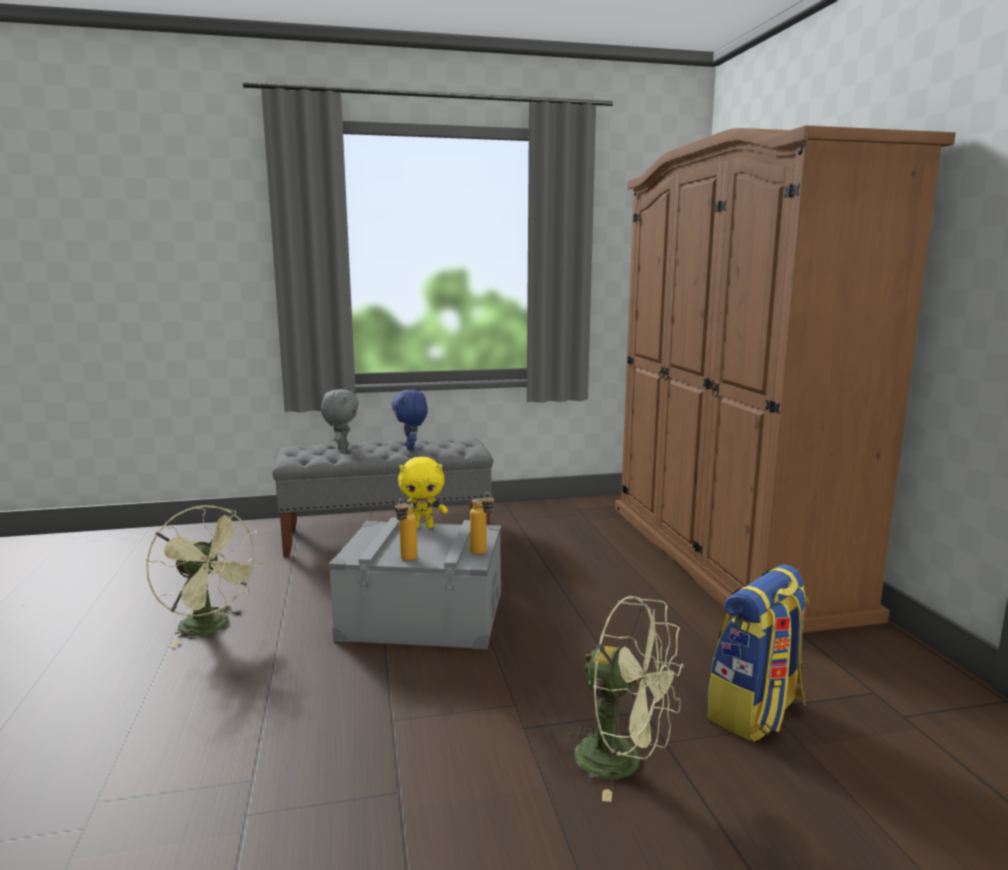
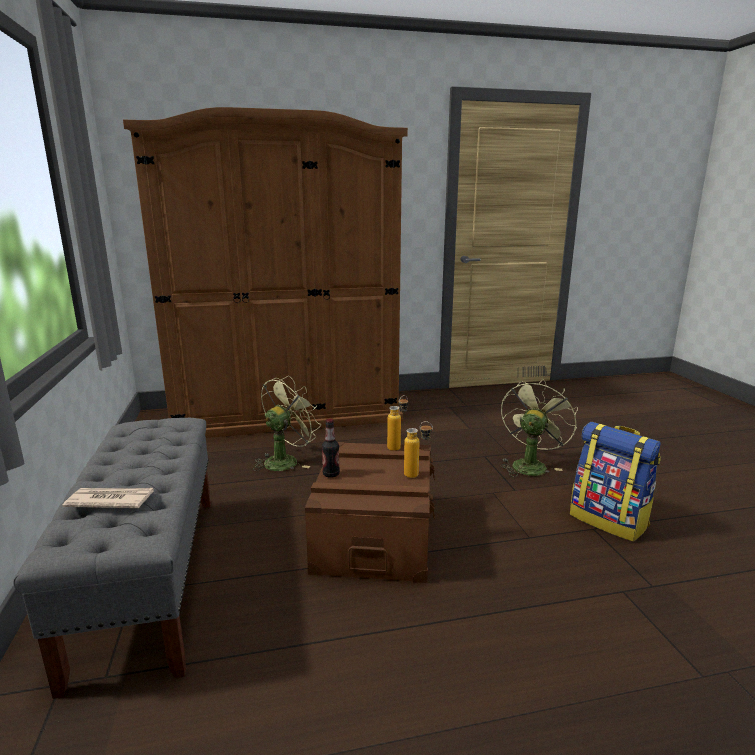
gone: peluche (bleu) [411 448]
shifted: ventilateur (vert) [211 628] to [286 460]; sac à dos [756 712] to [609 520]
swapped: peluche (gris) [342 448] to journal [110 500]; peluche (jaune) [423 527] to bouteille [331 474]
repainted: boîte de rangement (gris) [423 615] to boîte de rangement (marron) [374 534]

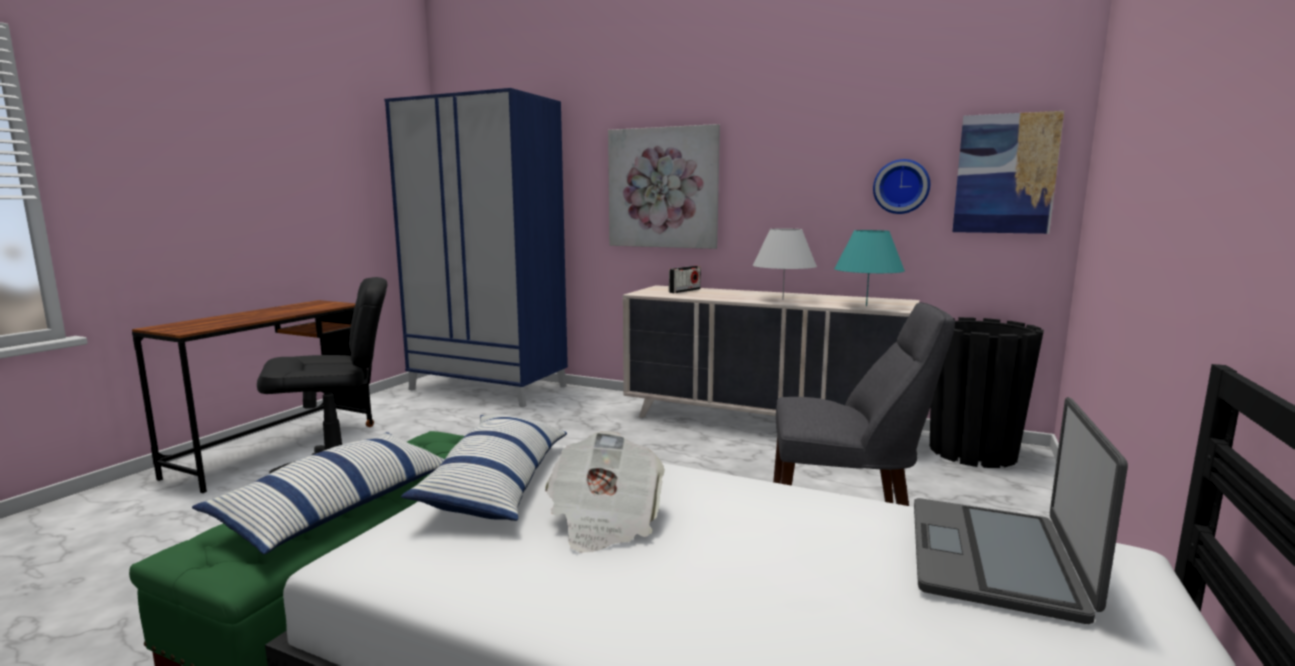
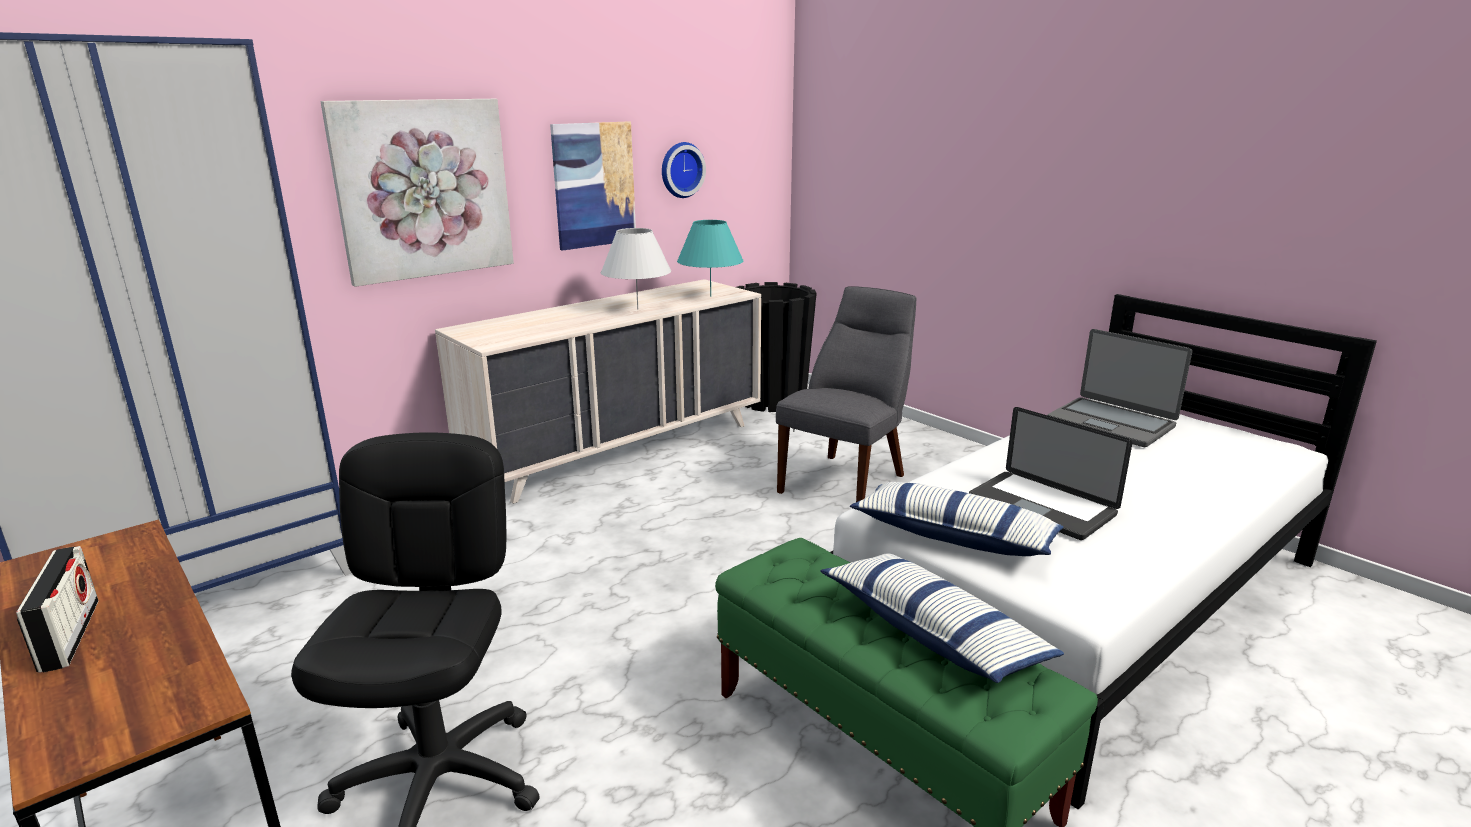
shifted: radio [684 291] to [70 635]; tableau [1005 174] to [594 185]
swapped: journal [604 520] to ordinateur portable [1041 506]

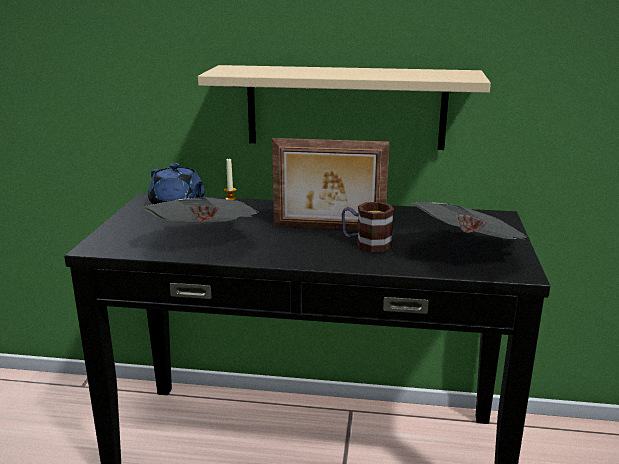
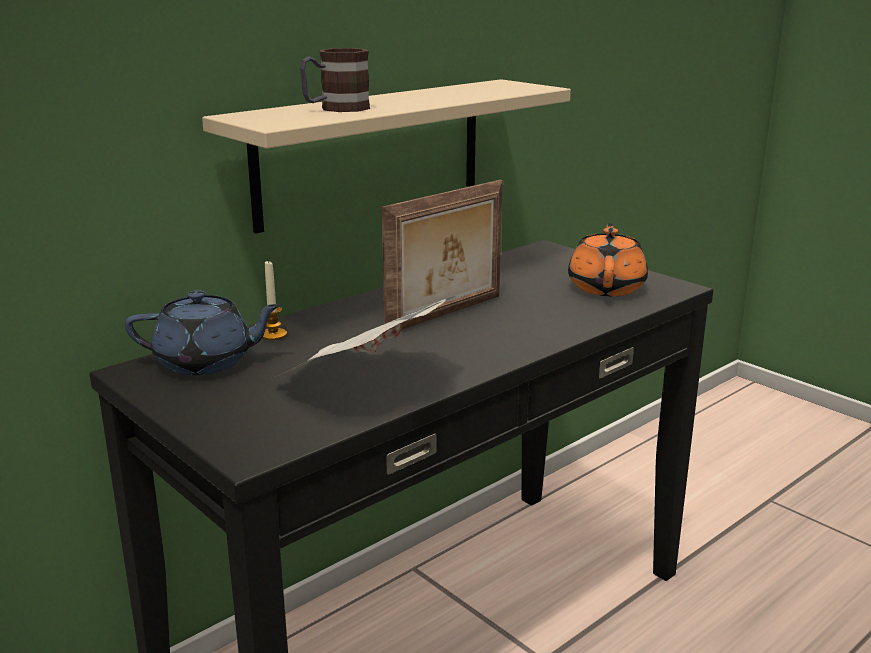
shifted: mug [366 244] to [335 109]
swapped: journal [468 252] to théière (orange) [606 287]

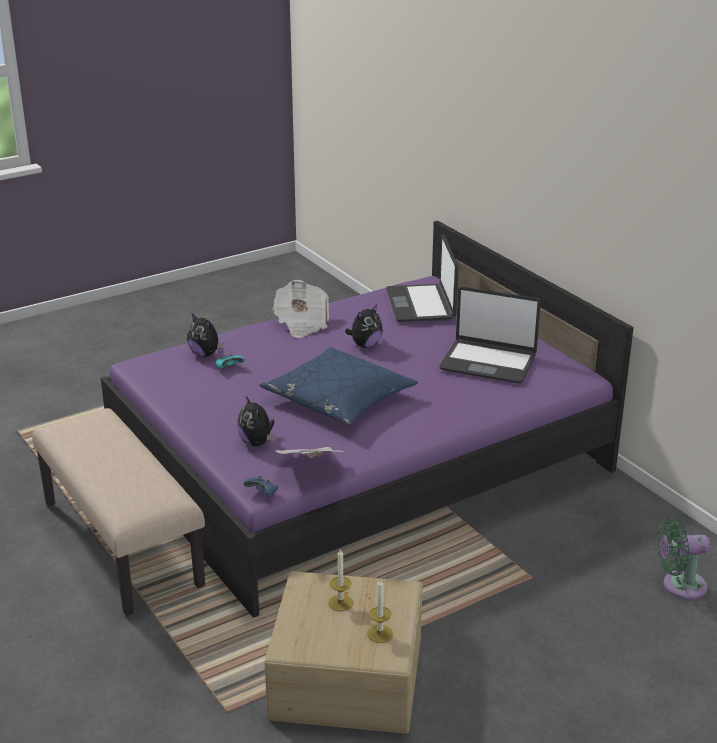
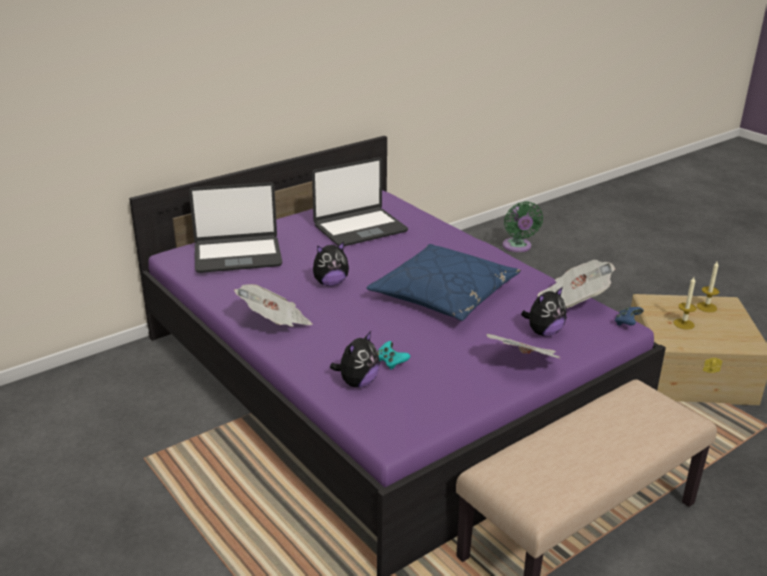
new: journal [525 363]
rotated: peluche [365 345] = [330 283] 120 degrees clockwise; ordinateur portable [488 362] = [359 228] 45 degrees clockwise

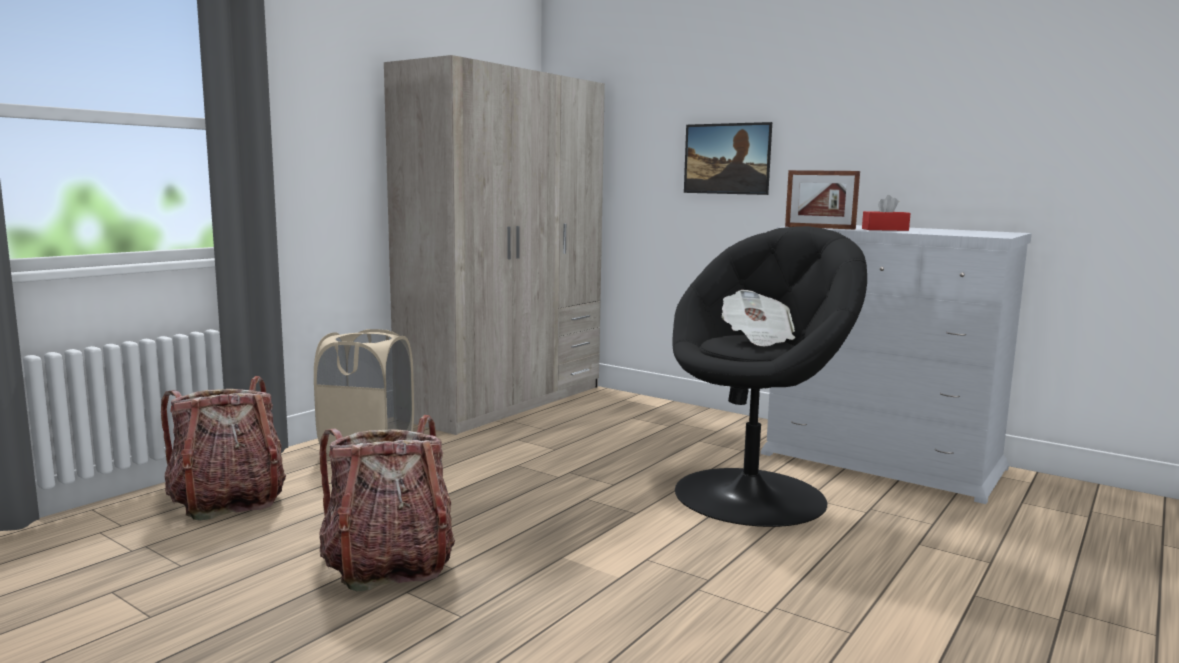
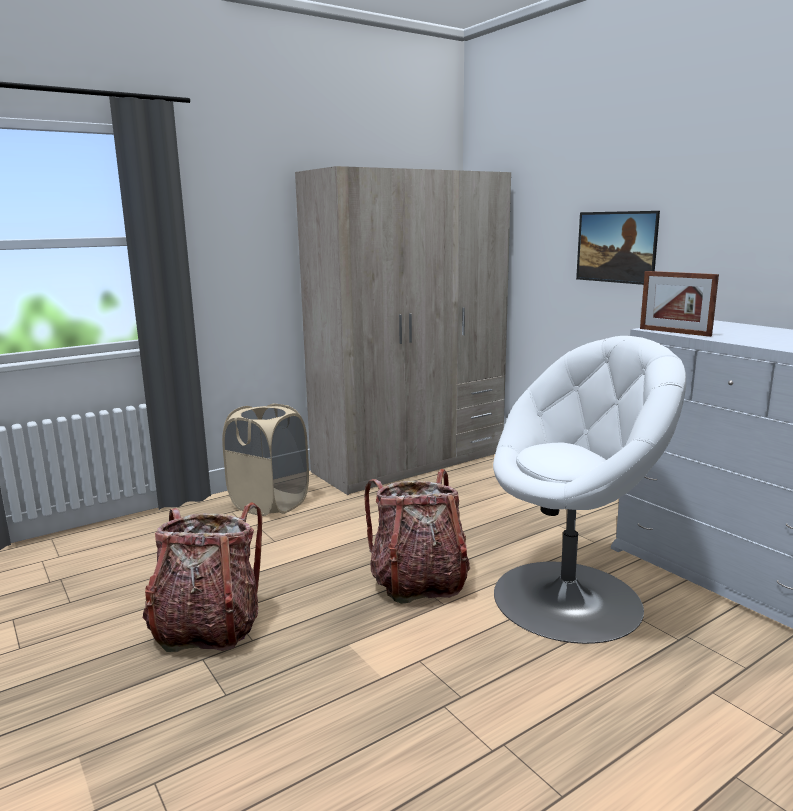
gone: journal [757 338]; boîte à mouchoirs (rouge) [885 229]
shifted: sac à dos [228 501] to [418 582]
repainted: fauteuil (noir) [752 495] to fauteuil (blanc) [569 598]

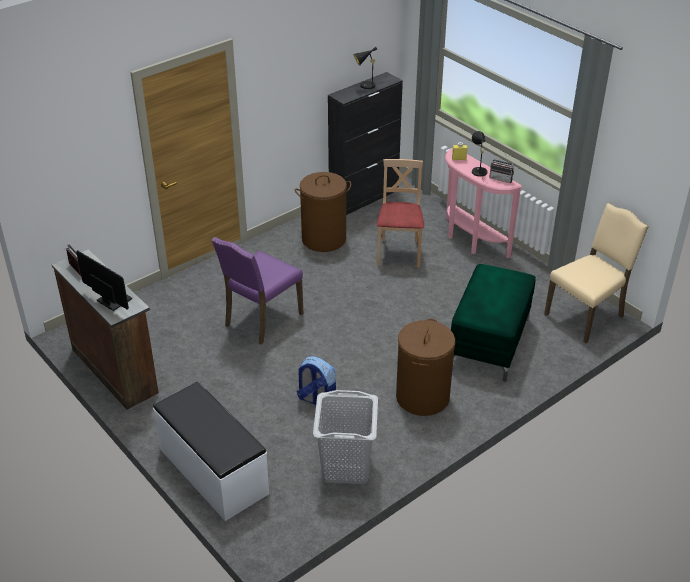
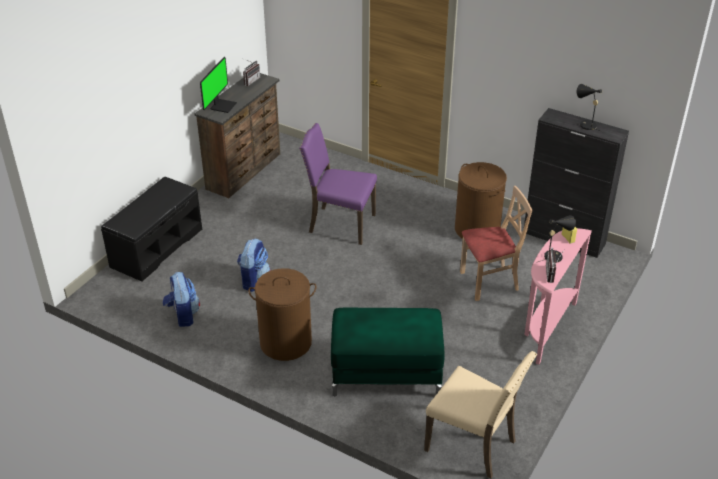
swapped: panier à linge (gris) [345 467] to sac à dos [183 315]
repainted: banc (blanc) [212 471] to banc (noir) [156 247]

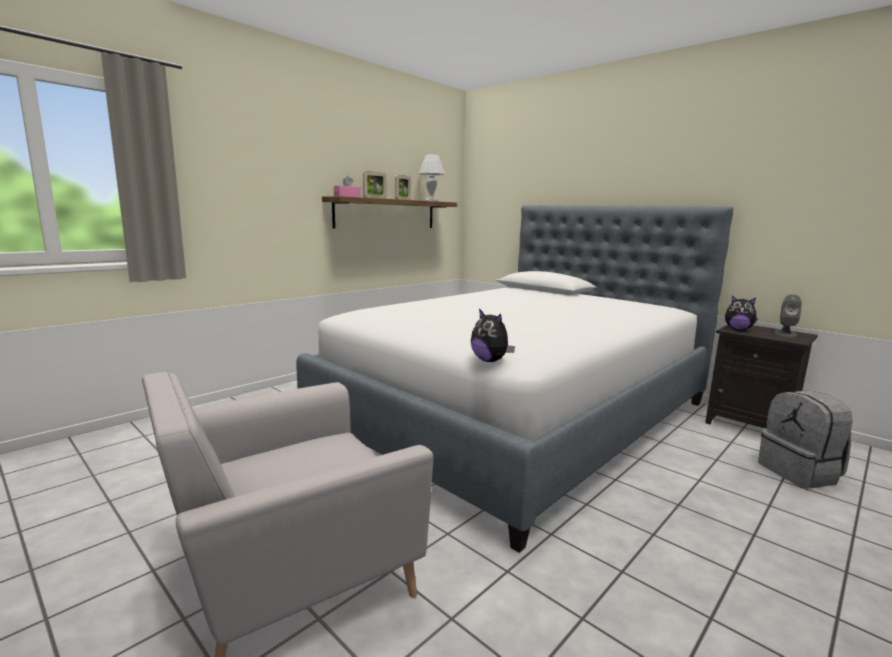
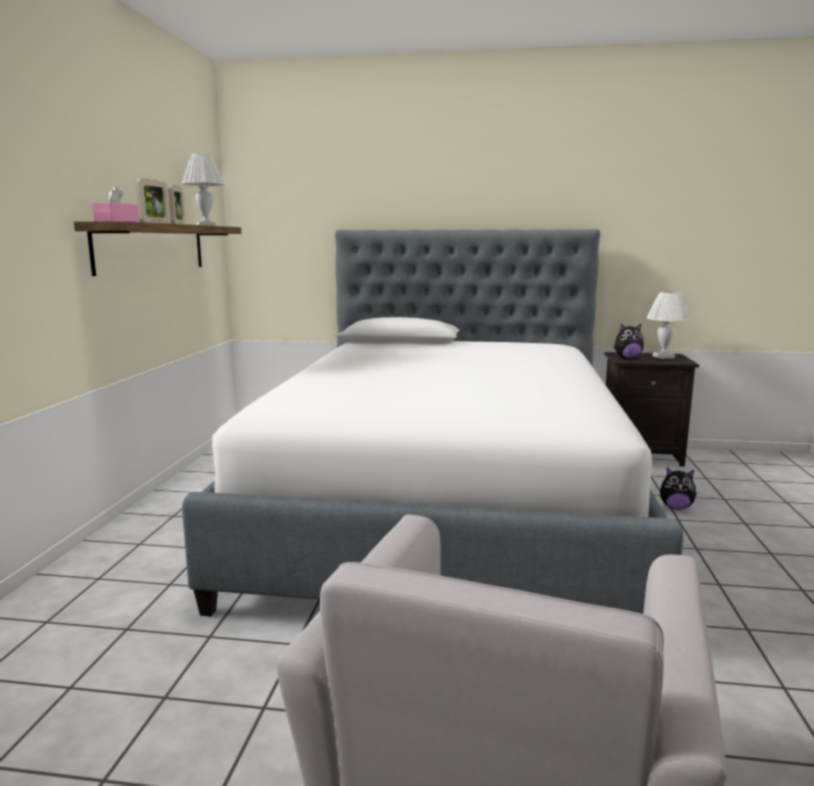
gone: sac à dos (gris) [800 473]
shifted: peluche [490 360] to [676 507]
swapped: enceinte (gris) [785 334] to lampe de table (blanc) [664 357]

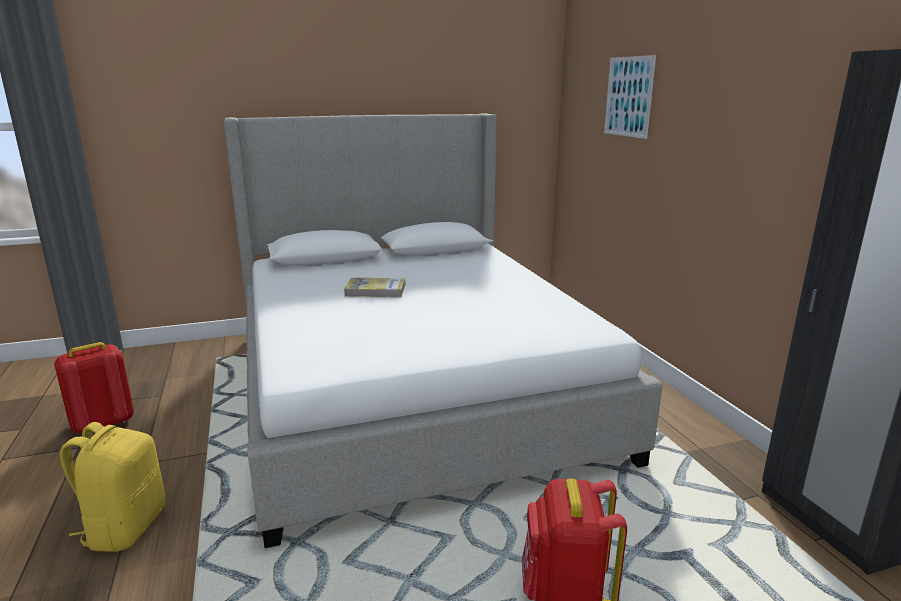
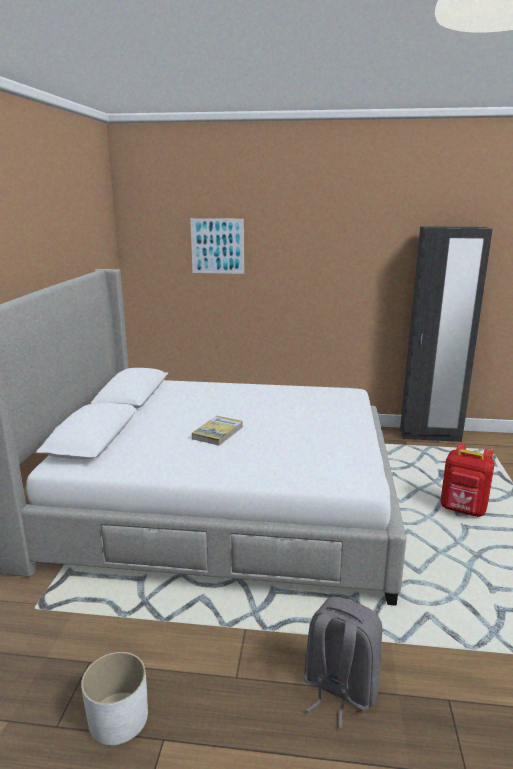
swapped: sac à dos (rouge) [102 423] to cache-pot (blanc) [119 718]
repainted: sac à dos (jaune) [125 527] to sac à dos (gris) [339 689]

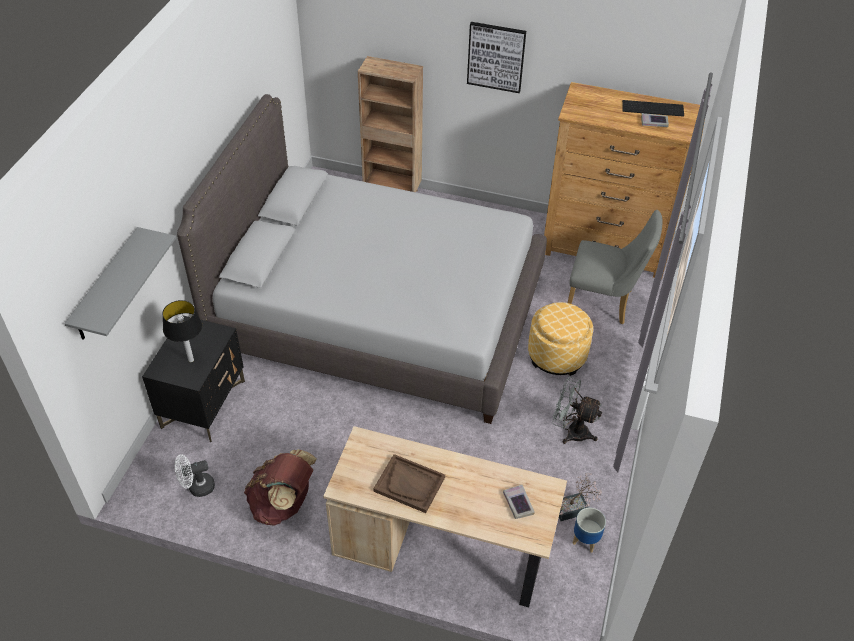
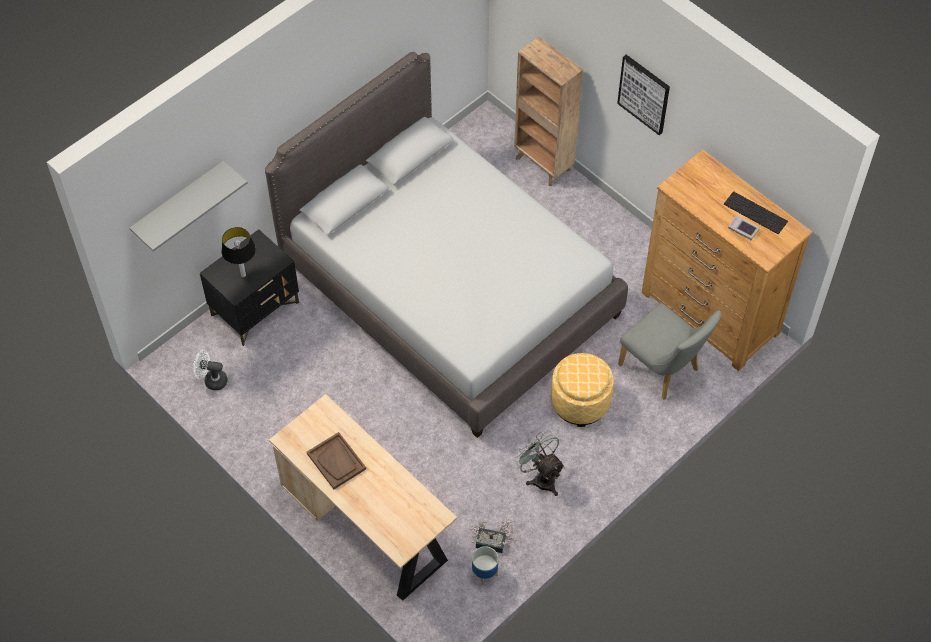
gone: sac à dos (marron) [283 504]; livre [518 503]

